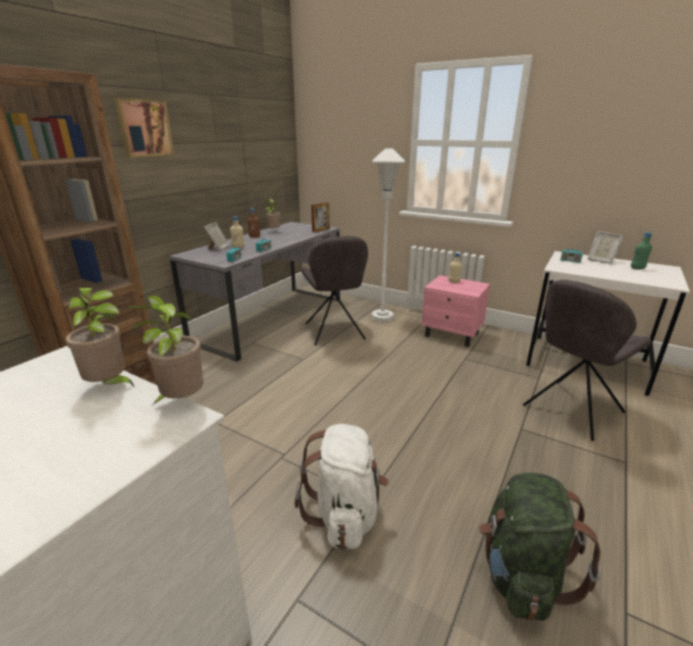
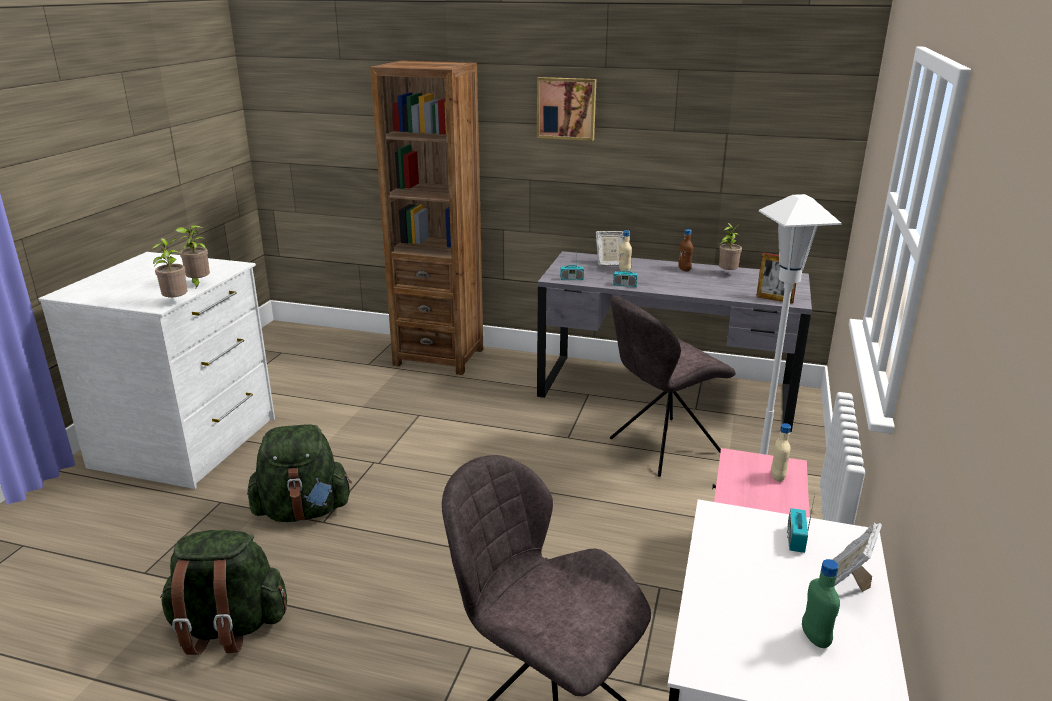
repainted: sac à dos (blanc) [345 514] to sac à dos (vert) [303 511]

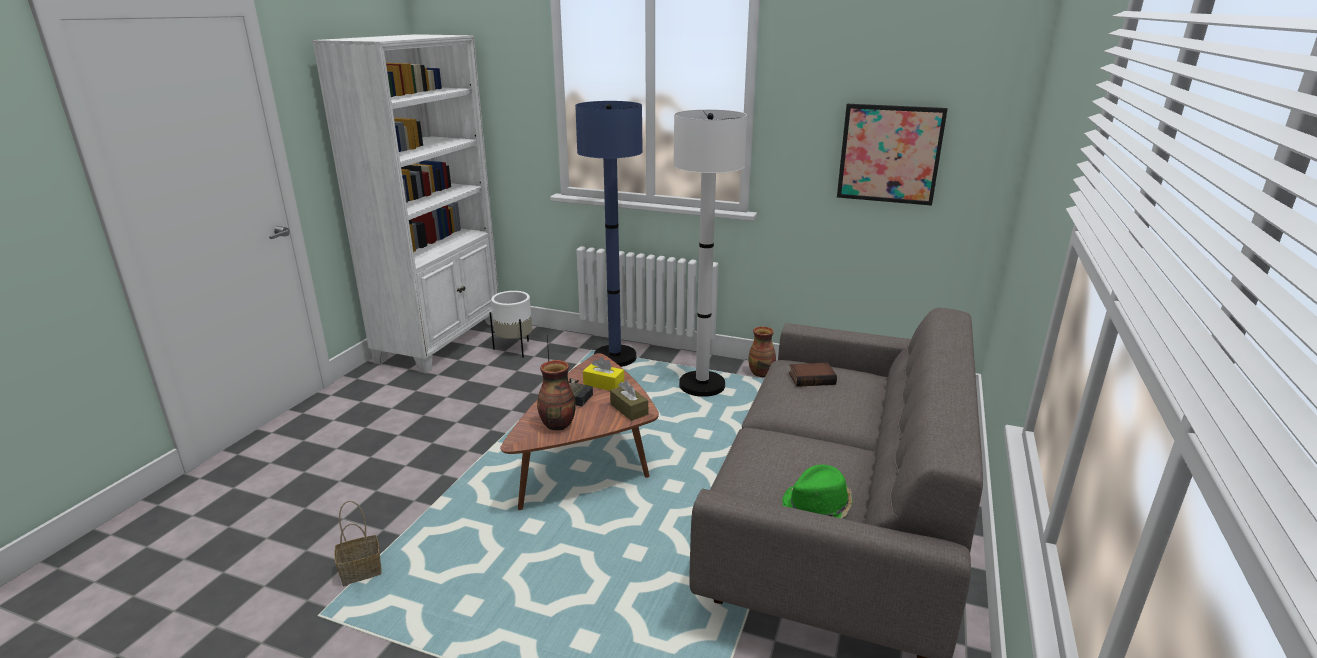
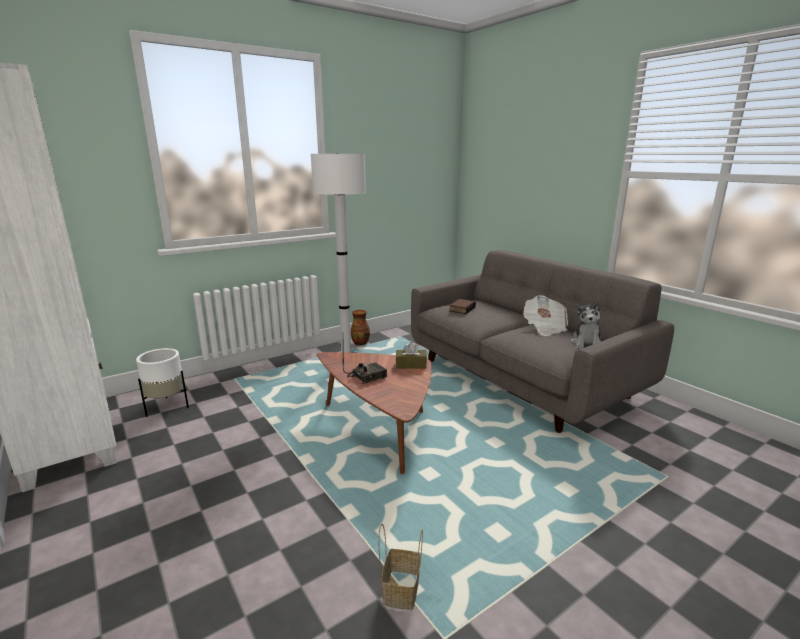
gone: vase [558 425]; lampadaire (bleu) [615 358]; boîte à mouchoirs (jaune) [603 384]; tableau [889 154]
new: journal [544 327]
swapped: chapeau (vert) [817 507] to peluche [586 344]

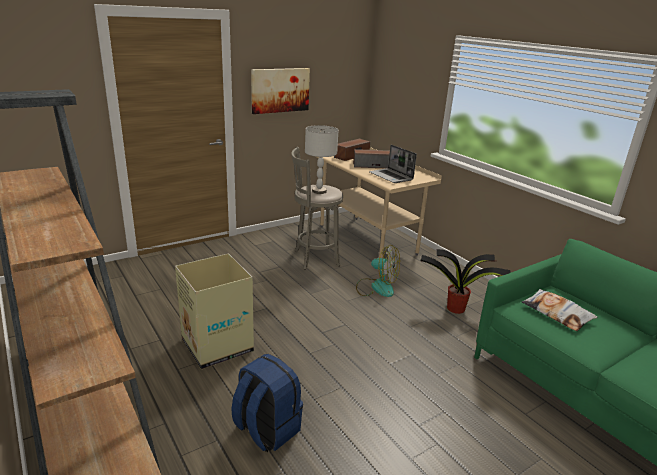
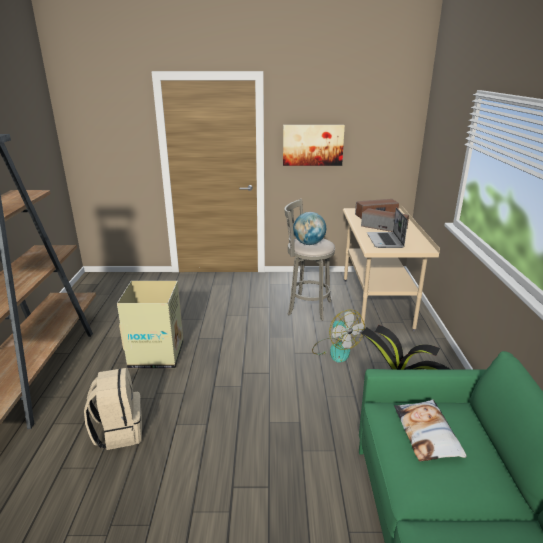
swapped: lampe de table (gris) [319 191] to globe [309 244]
repainted: sac à dos (bleu) [266 429] to sac à dos (beige) [119 431]

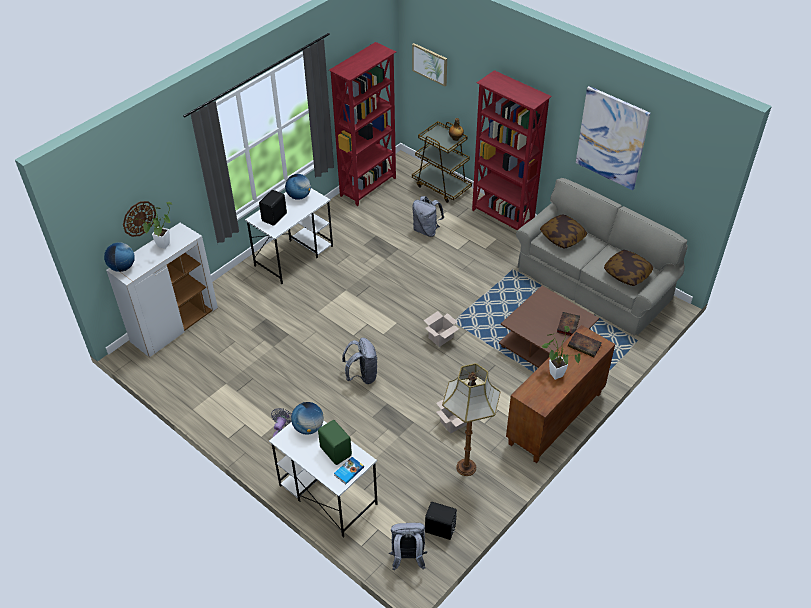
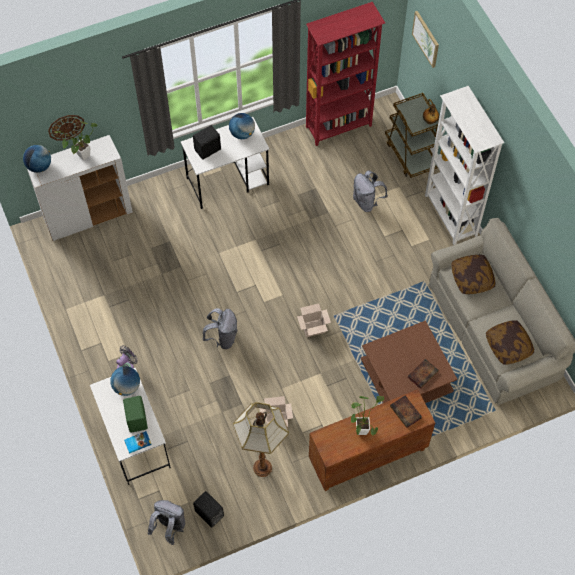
gone: tableau [612 138]
repainted: bibliothèque (rouge) [502 217] to bibliothèque (blanc) [450 216]

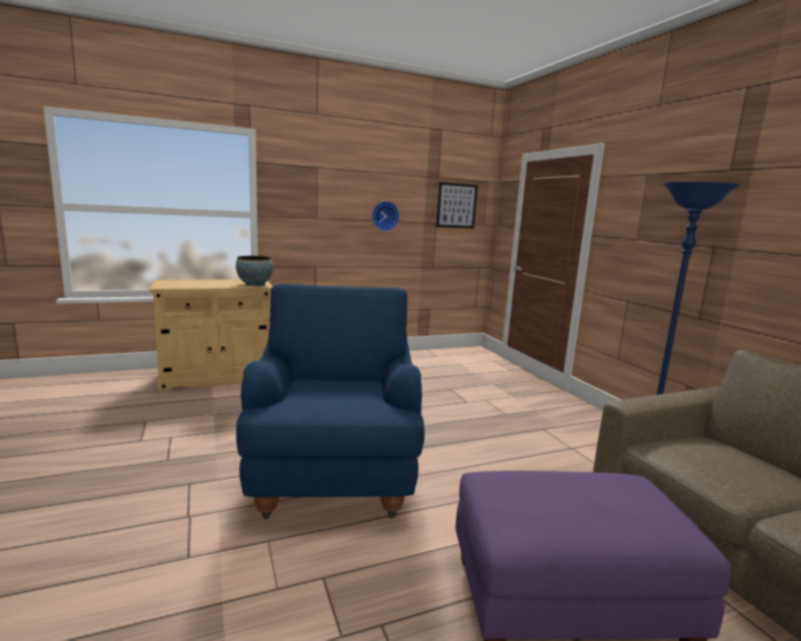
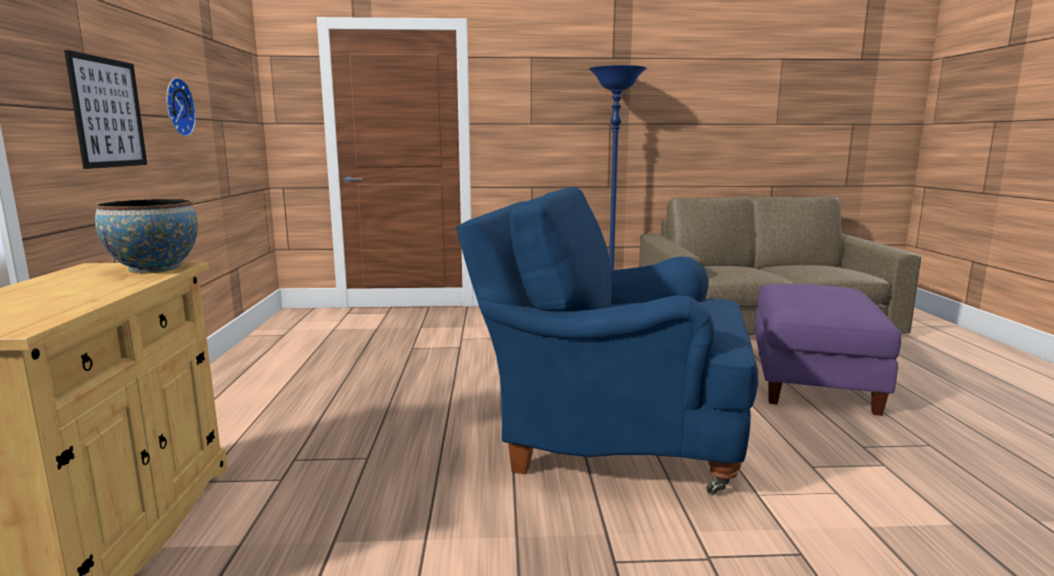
shifted: tableau [456 205] to [108 113]

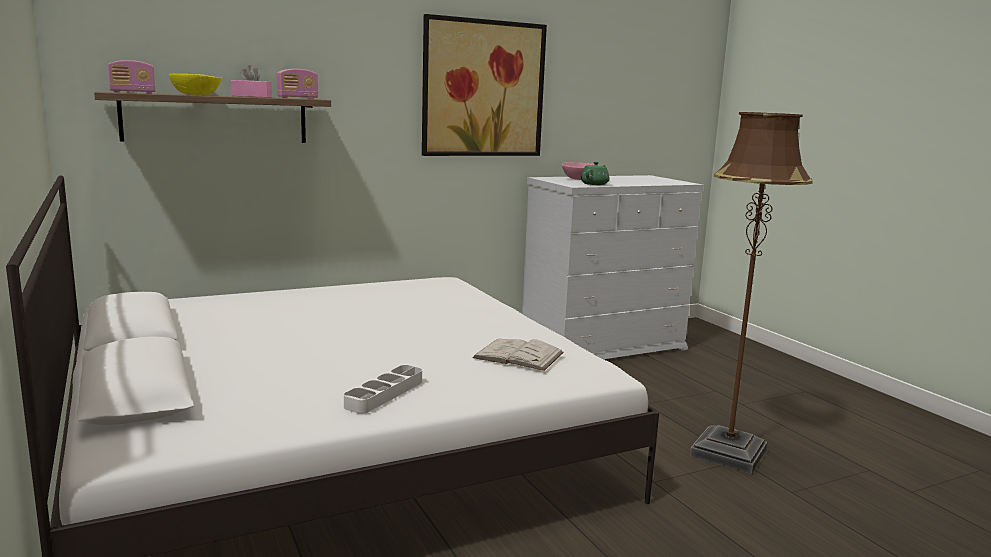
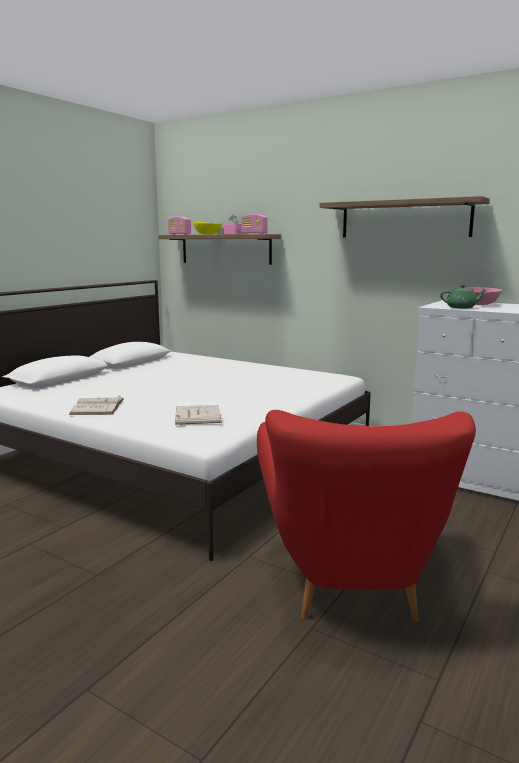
swapped: plateau (blanc) [384 394] to livre (blanc) [97 406]; tableau [483 89] to étagère [404 219]; lampadaire (marron) [728 453] to fauteuil (rouge) [351 581]

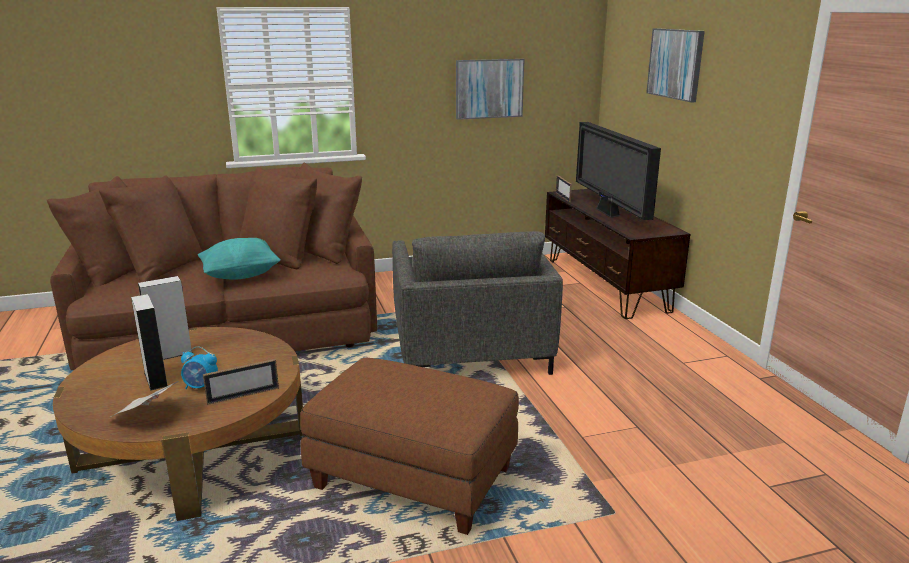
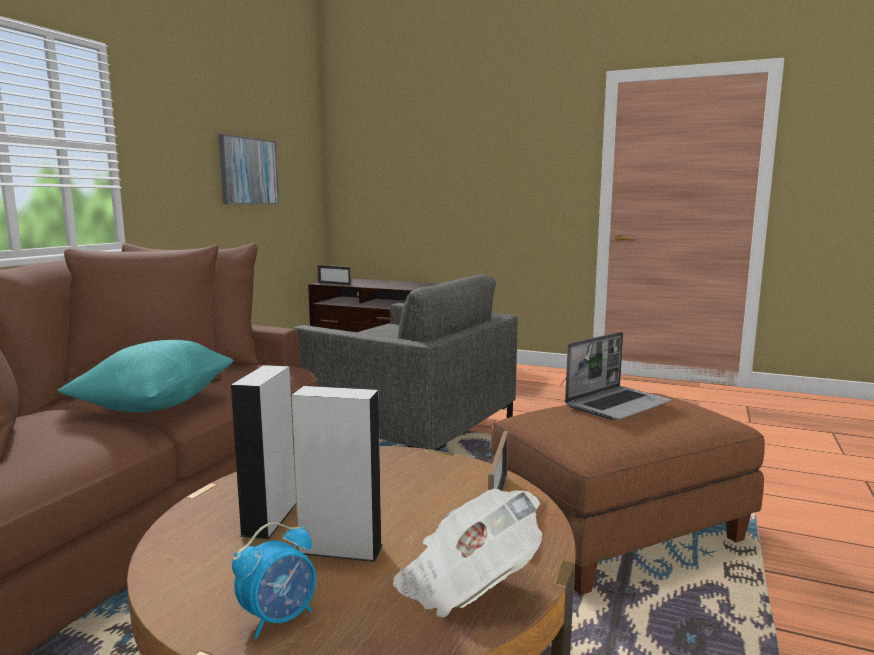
gone: téléviseur [608 213]; tableau [675 64]
new: ordinateur portable [617 404]
shifted: réveil [201 387] to [279 618]

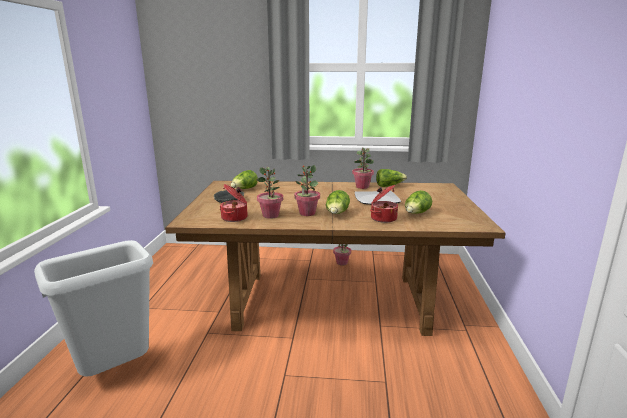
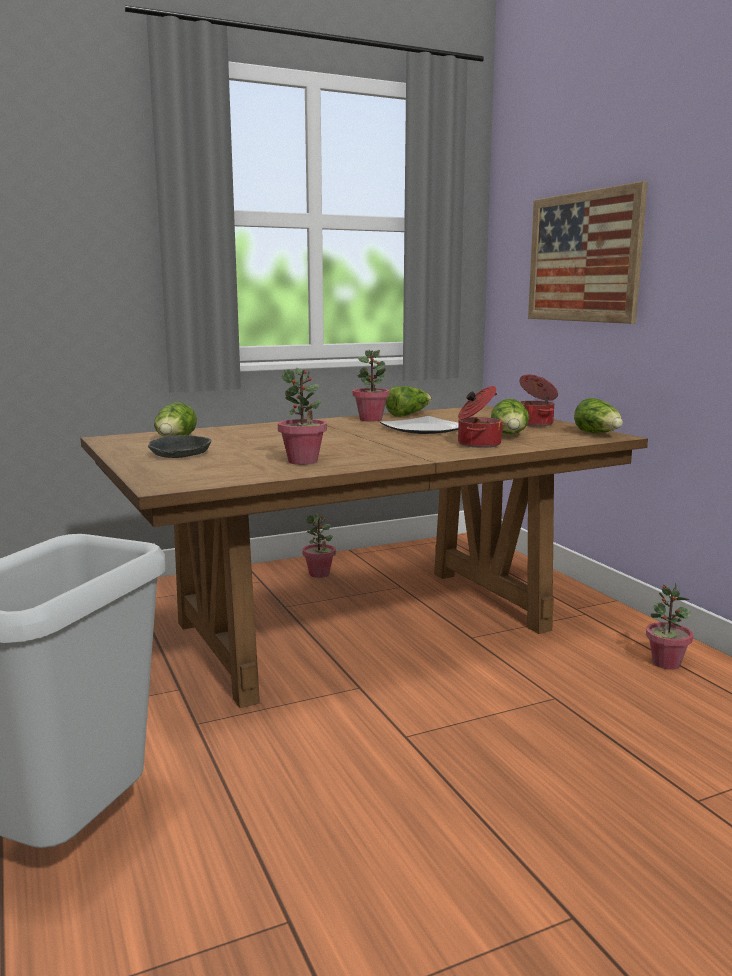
new: tableau [583 257]
shifted: marmite [235 218] to [535 424]; plante en pot [307 213] to [666 663]; laitue [337 214] to [598 434]

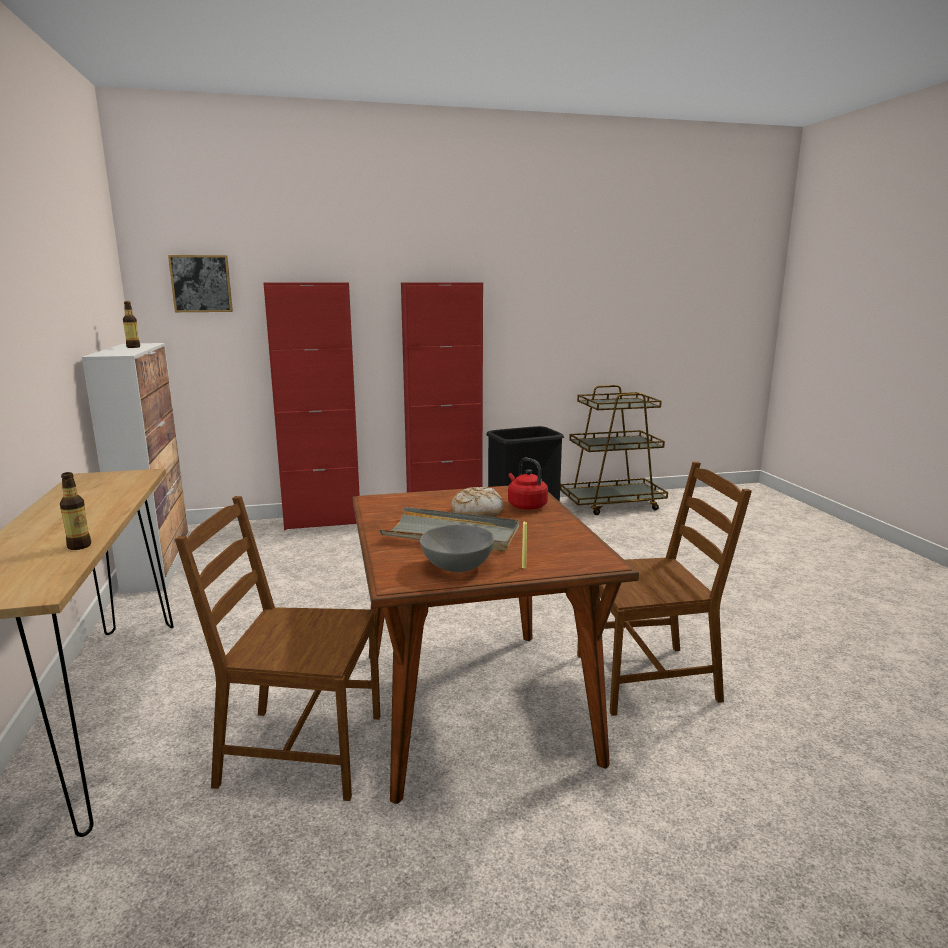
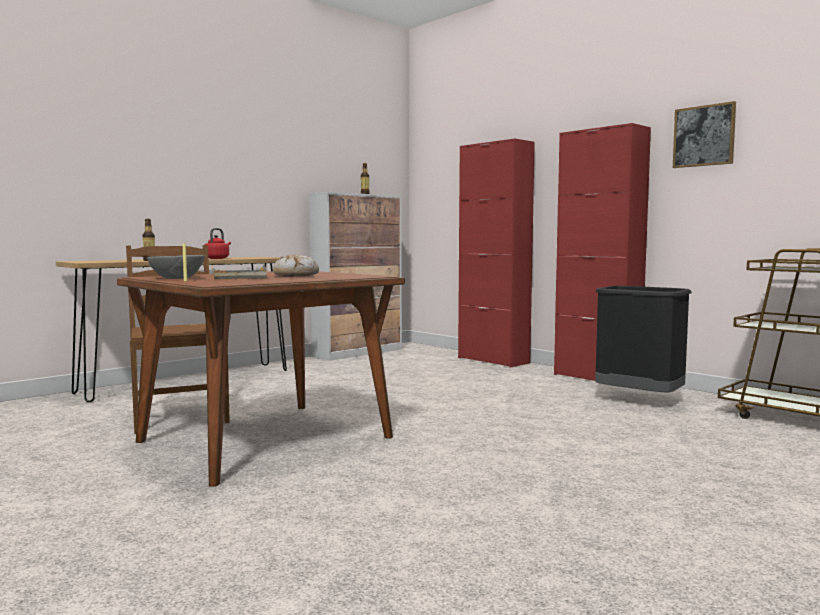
gone: chaise (marron) [647 677]
shifted: tableau [201 283] to [704 136]; bouilloire (rouge) [525 505] to [217 258]

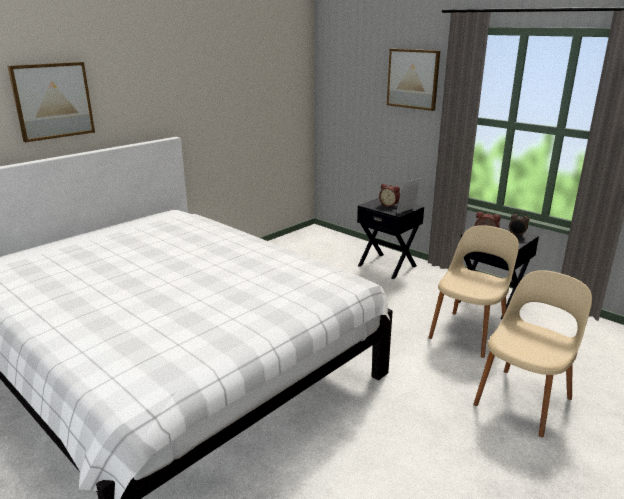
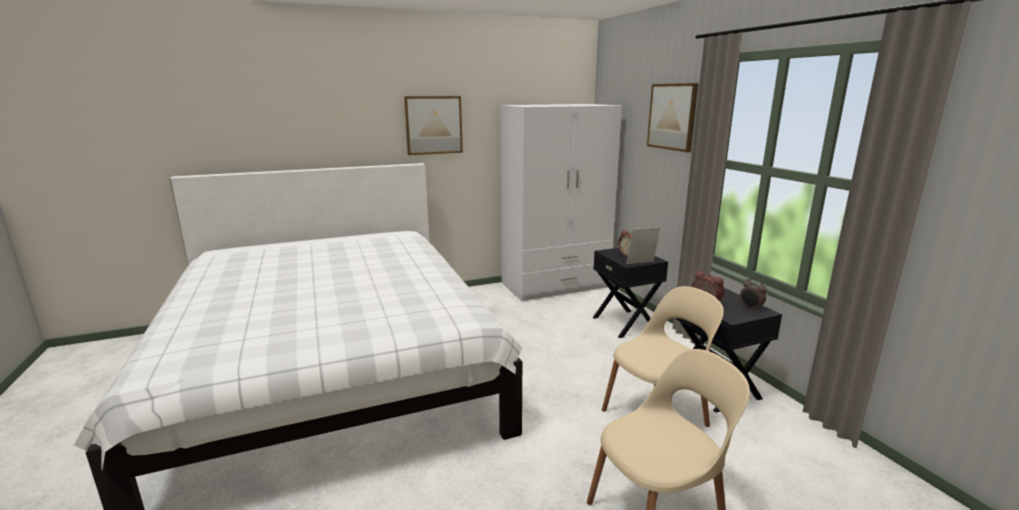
new: armoire (blanc) [555 285]
shifted: tableau [53 101] to [433 125]

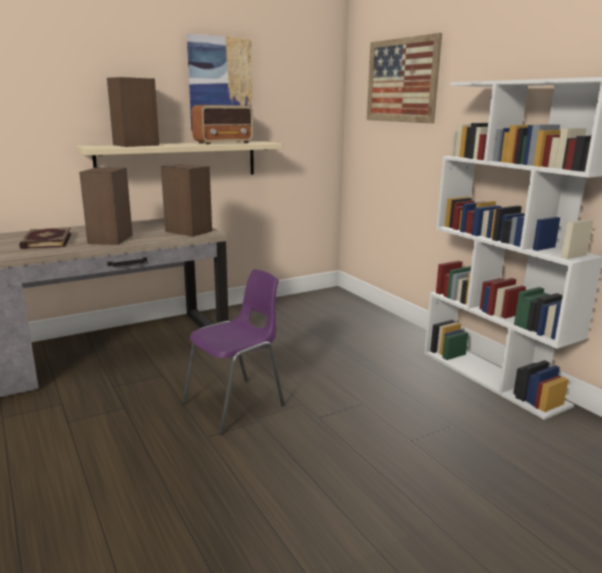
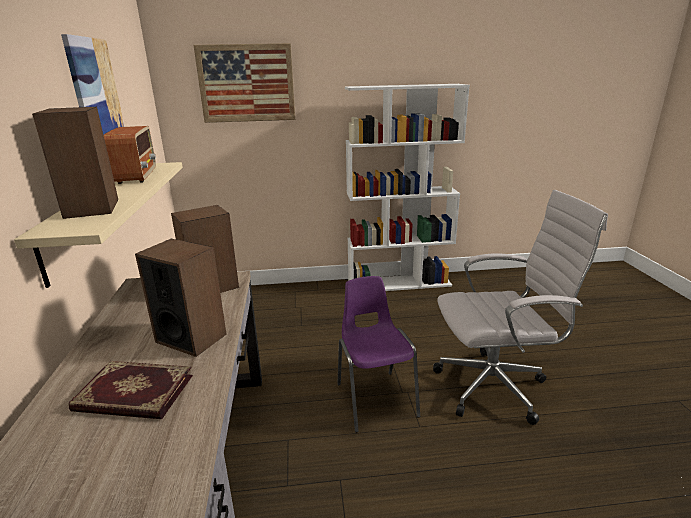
new: chaise de bureau (blanc) [496 386]

